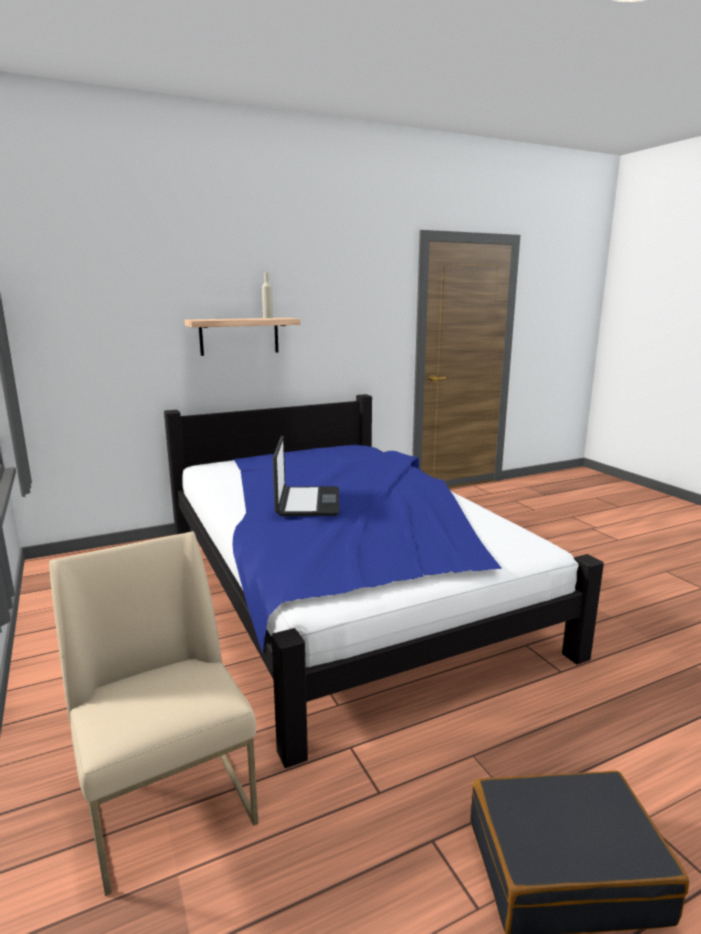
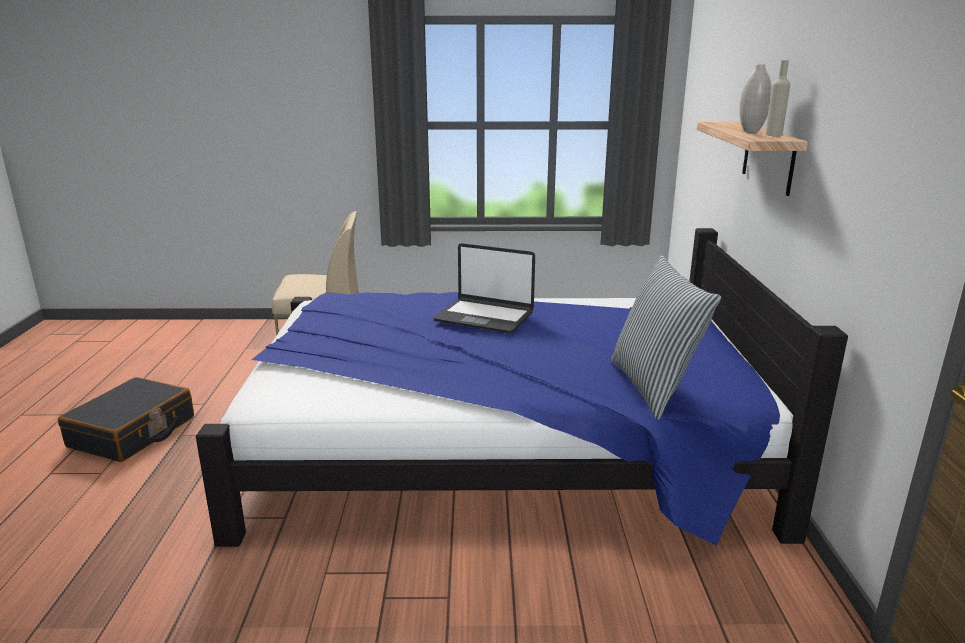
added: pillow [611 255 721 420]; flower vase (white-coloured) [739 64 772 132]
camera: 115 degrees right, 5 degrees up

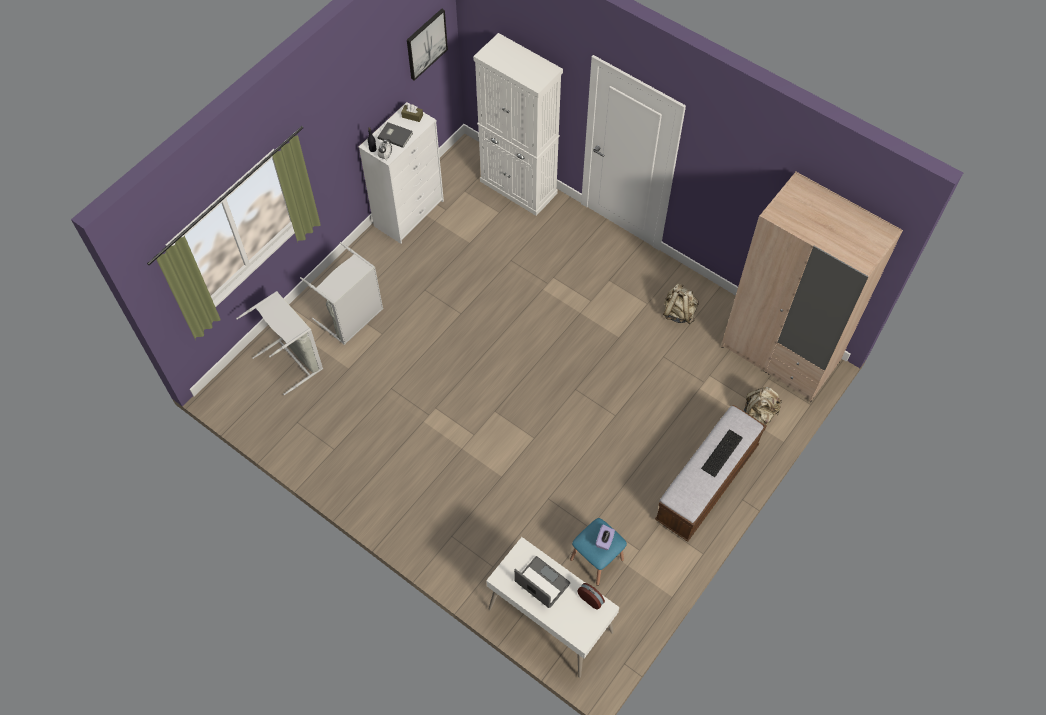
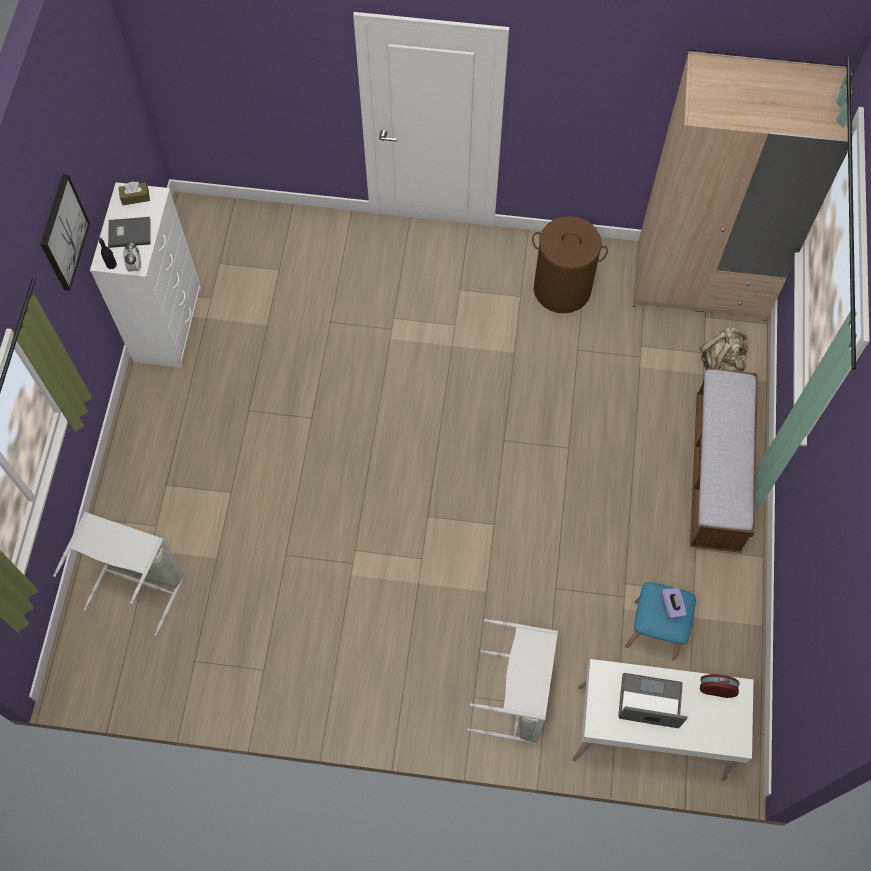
removed: storage cabinet (white-coloured) [473 33 563 216]; computer keyboard [701 430 743 477]
moved: washing basket (grey) [300 242 383 345] to [467 619 558 744]; wall art [407 9 448 81] to [40 174 90 291]
replaced: backpack (beige-coloured) [663 284 699 324] to washing basket (brownish) [532 216 608 313]
camera: 30 degrees left, 5 degrees up

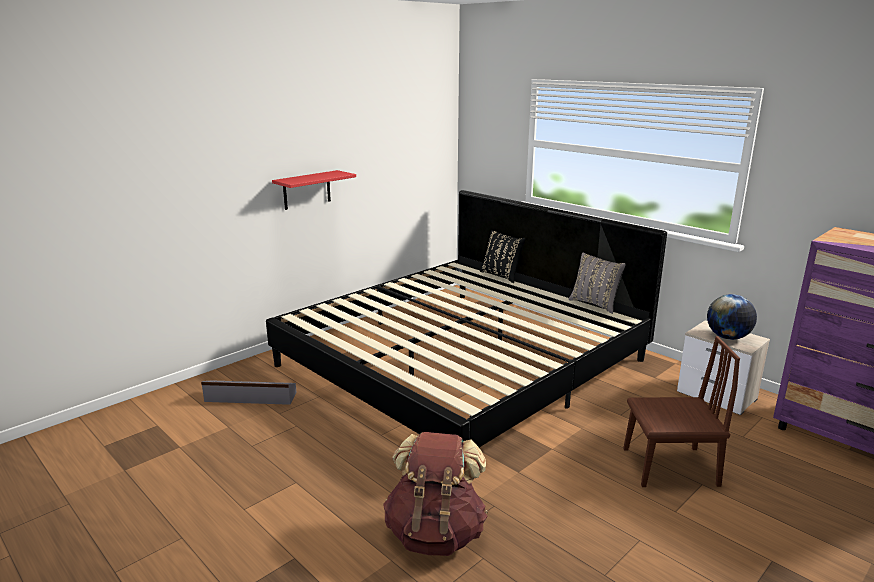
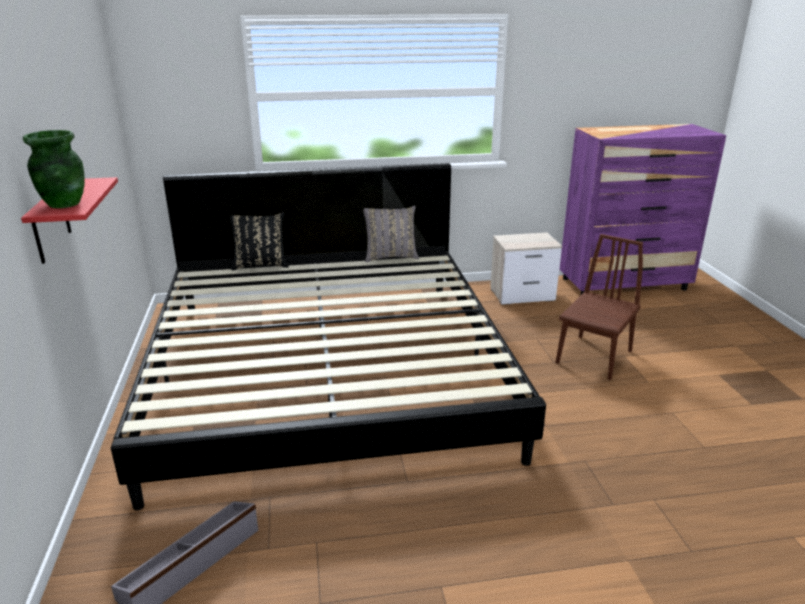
removed: backpack (brownish) [383 432 488 556]; world globe [707 294 757 340]
added: flower vase (green-coloured) [23 130 85 208]
camera: 55 degrees left, 5 degrees up

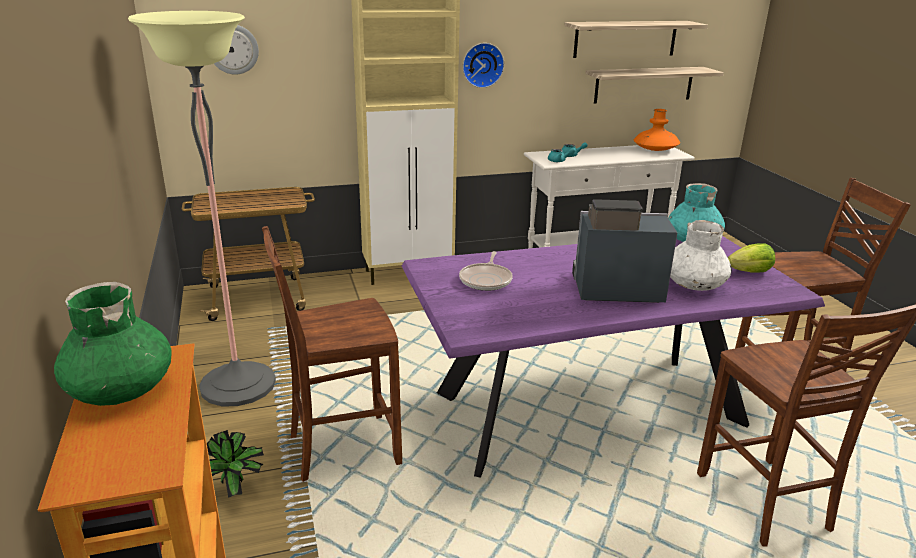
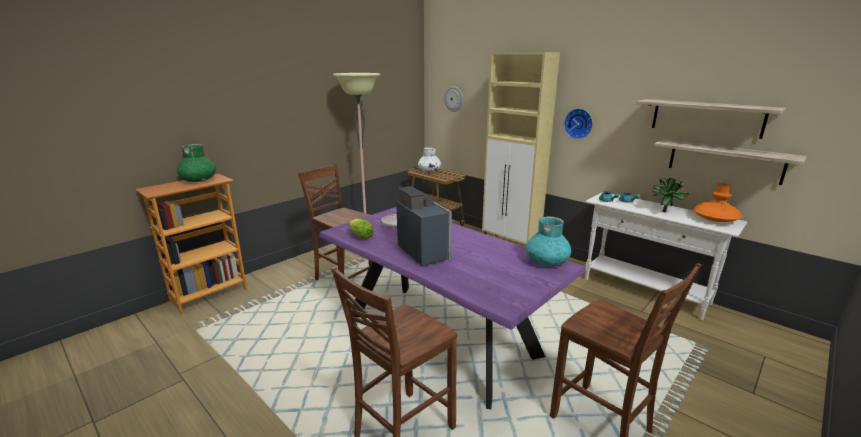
moved: houseplant [207 430 264 498] to [652 178 690 212]; flower vase (white-coloured) [670 220 732 291] to [418 147 441 172]; lettuce head [727 244 775 272] to [349 219 374 239]
camera: 60 degrees right, 5 degrees down

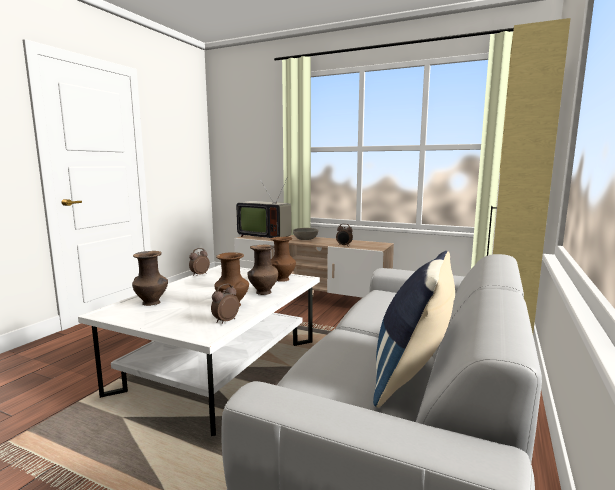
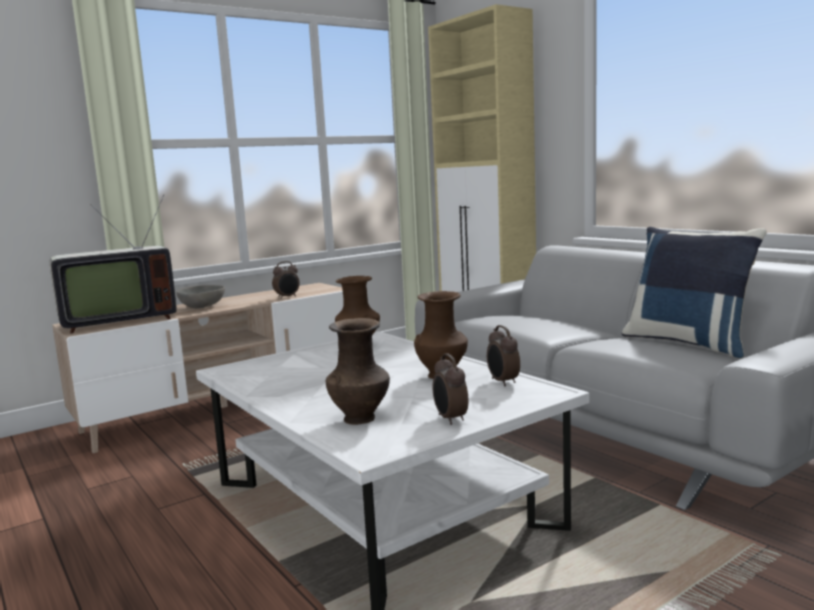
removed: flower vase (brownish) [247 245 278 295]
moved: alarm clock [189 248 210 276] to [433 353 468 425]
camera: 60 degrees left, 0 degrees up

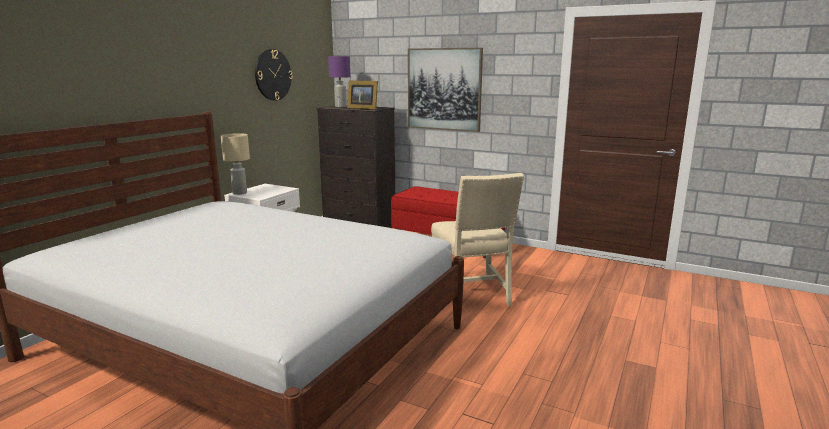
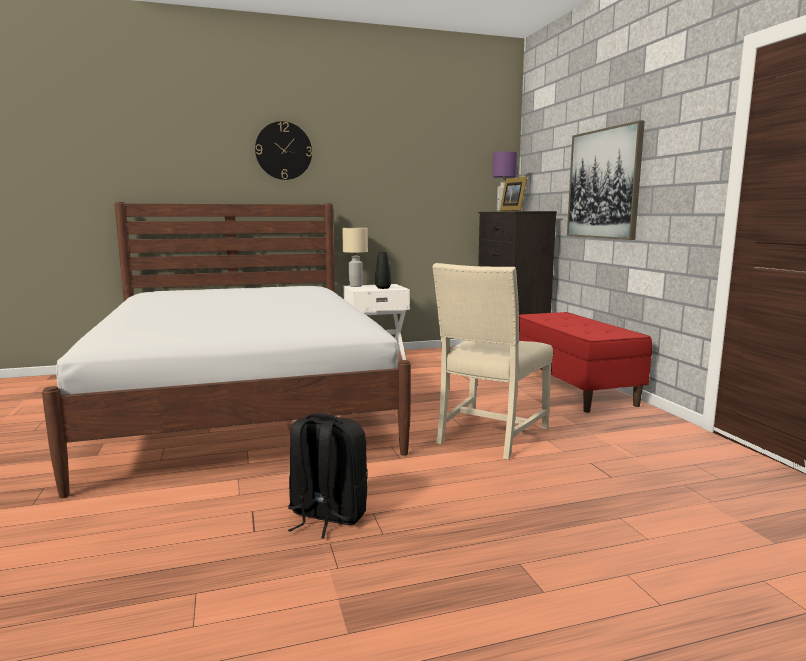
added: backpack (blackish) [288 413 368 539]; flower vase (blackish) [375 252 391 289]
moved: wall clock [255 49 293 101] to [255 121 312 180]
camera: 45 degrees right, 5 degrees down

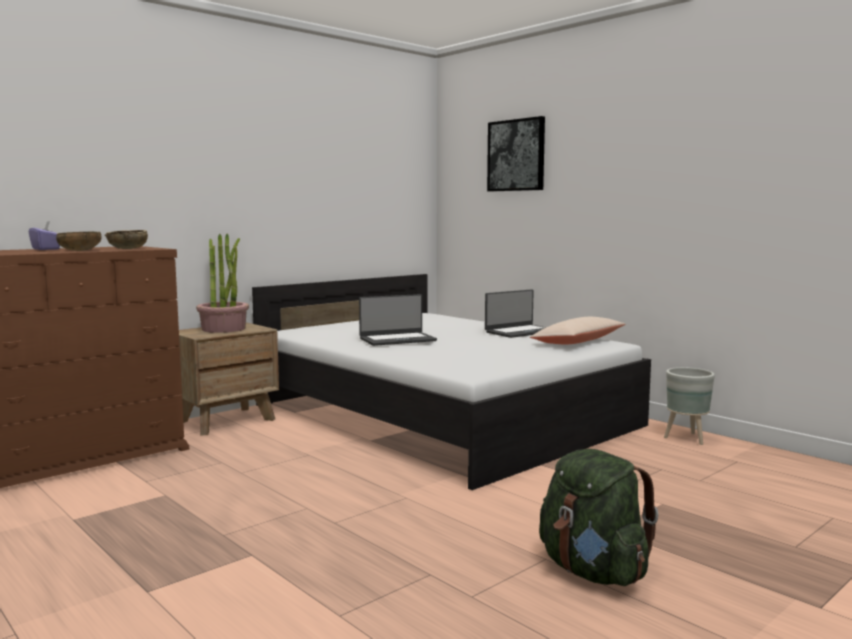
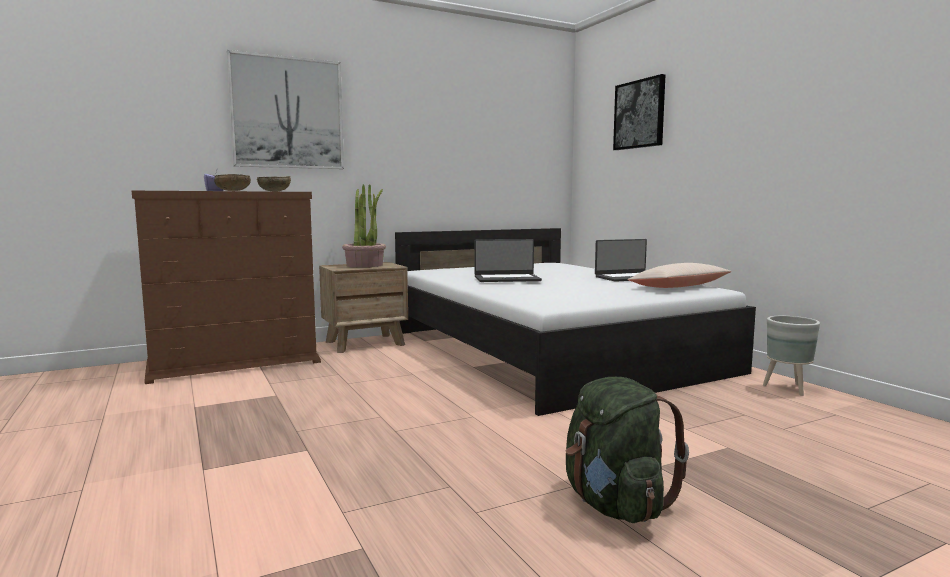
added: wall art [227 50 344 169]
camera: 15 degrees right, 0 degrees up

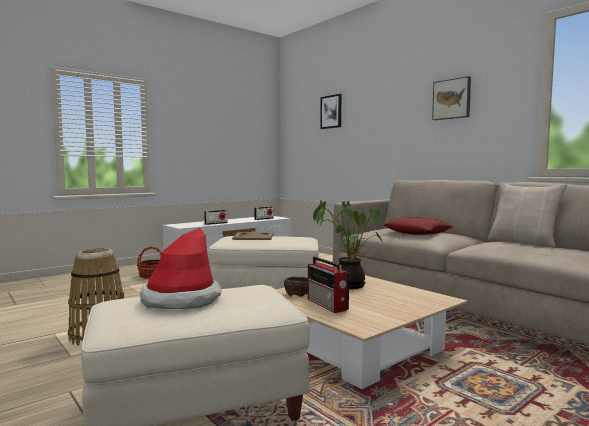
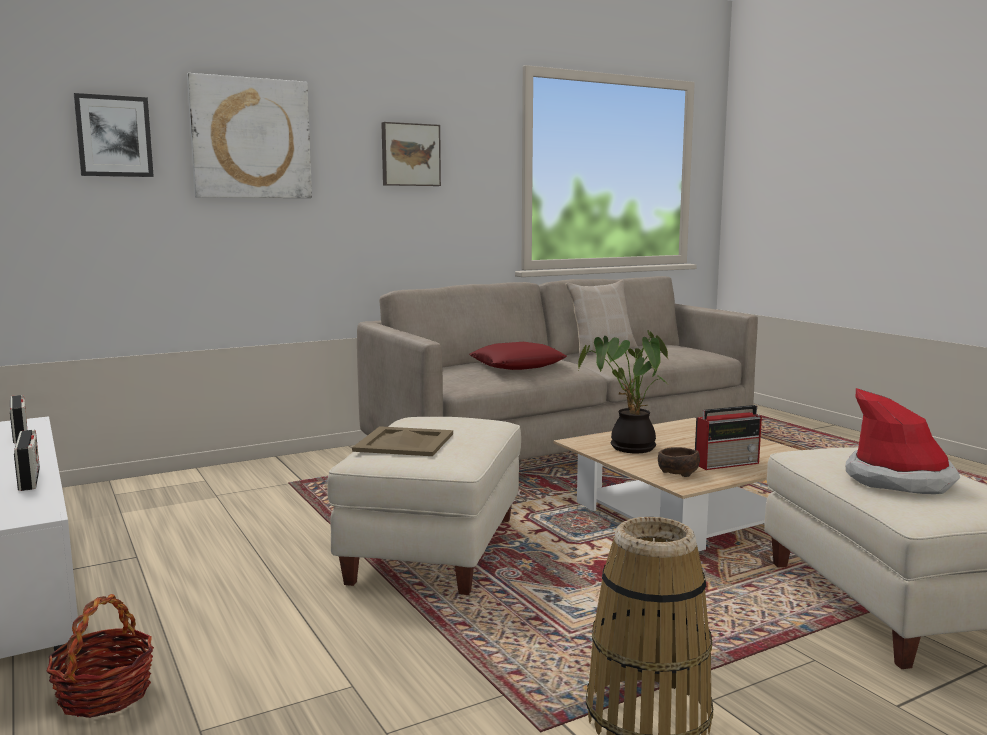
added: wall art [187 73 312 198]
camera: 80 degrees left, 5 degrees up

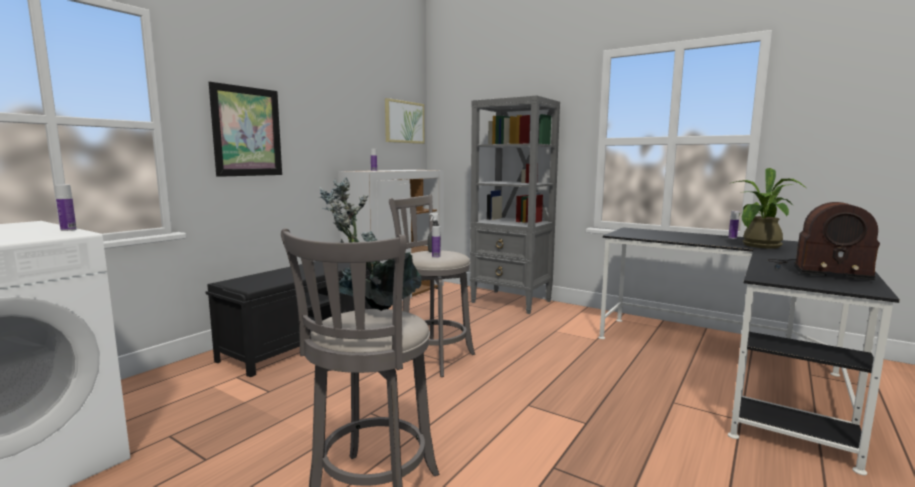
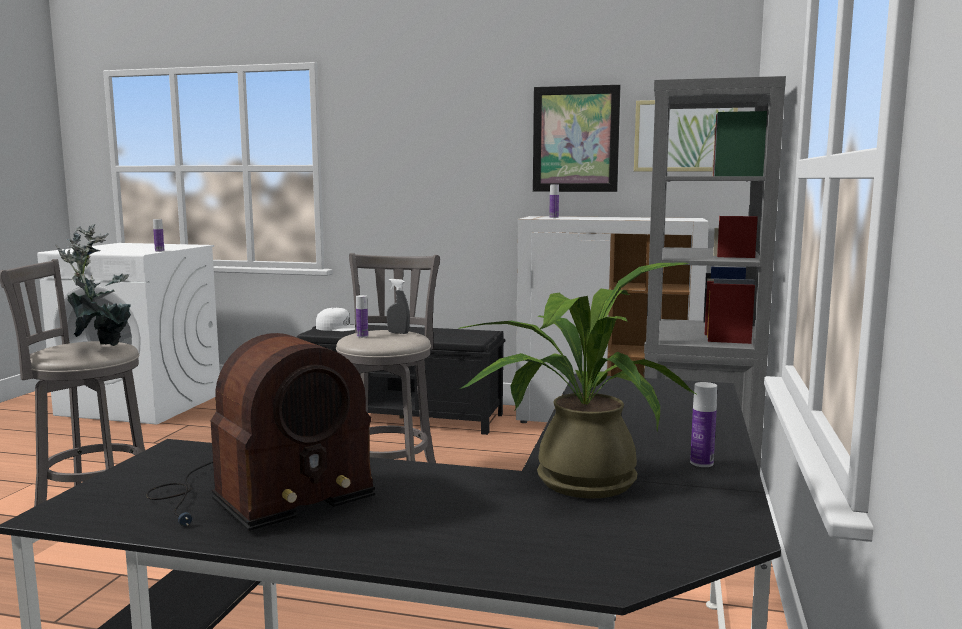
added: peaked cap (white-coloured) [316 308 355 331]
moved: wall art [209 82 282 177] to [533 85 621 192]
turned: radio [768 202 880 280] = [146 333 375 531] 135 degrees counterclockwise
camera: 70 degrees right, 0 degrees up

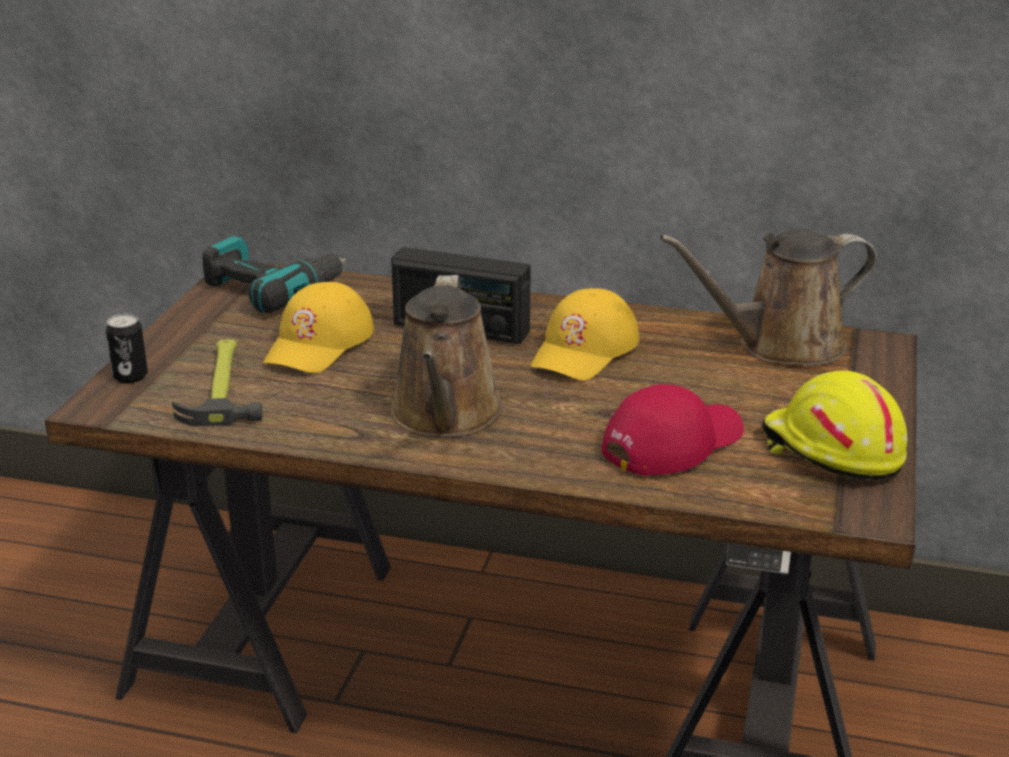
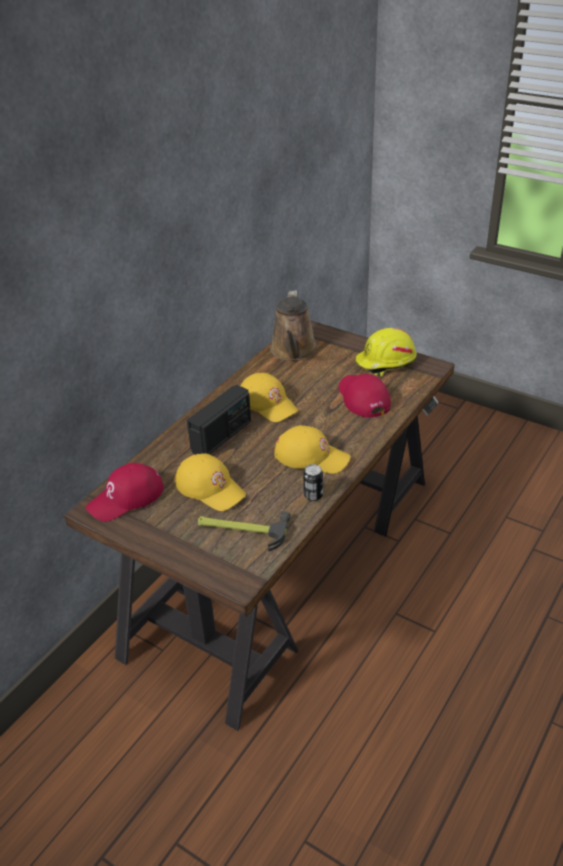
moved: sealed can [106 314 148 383] to [303 464 323 501]
replaced: drill [202 236 346 313] to peaked cap (reddish) [86 463 164 522]; watering can (brownish) [390 275 503 438] to peaked cap (yellow-coloured) [274 425 351 474]
camera: 70 degrees left, 10 degrees up

